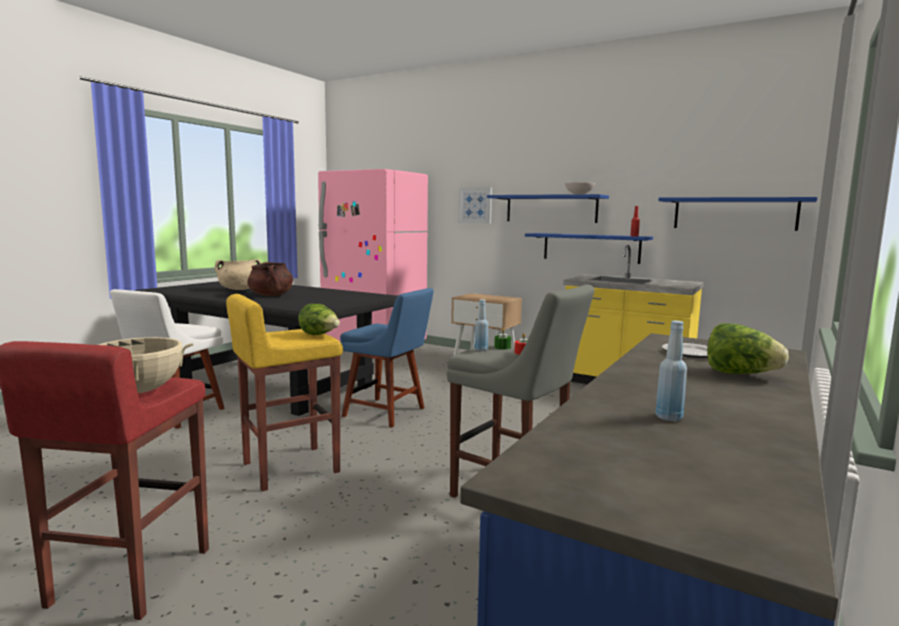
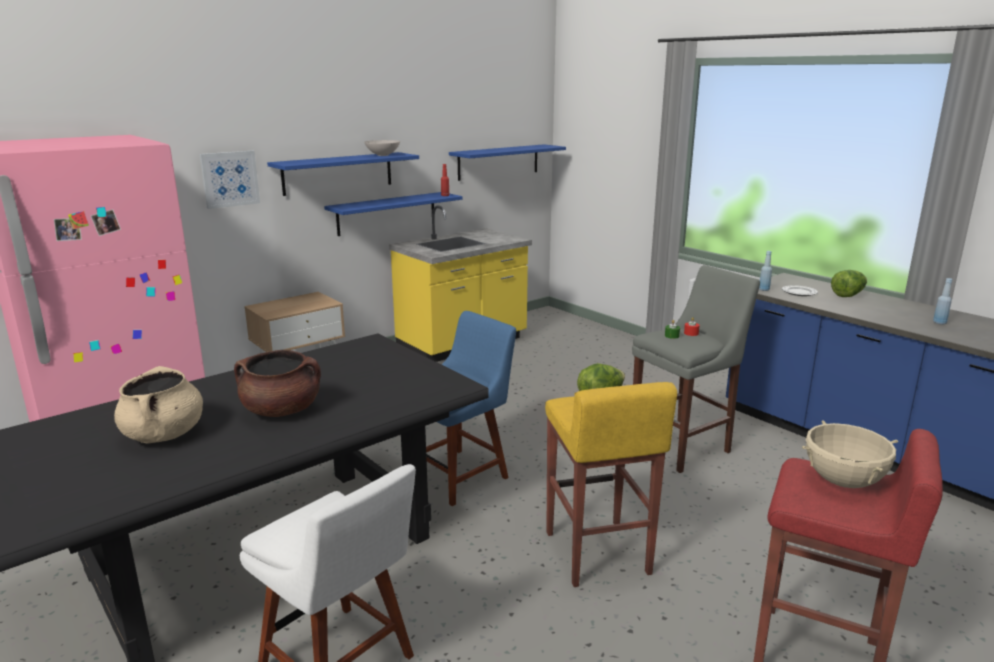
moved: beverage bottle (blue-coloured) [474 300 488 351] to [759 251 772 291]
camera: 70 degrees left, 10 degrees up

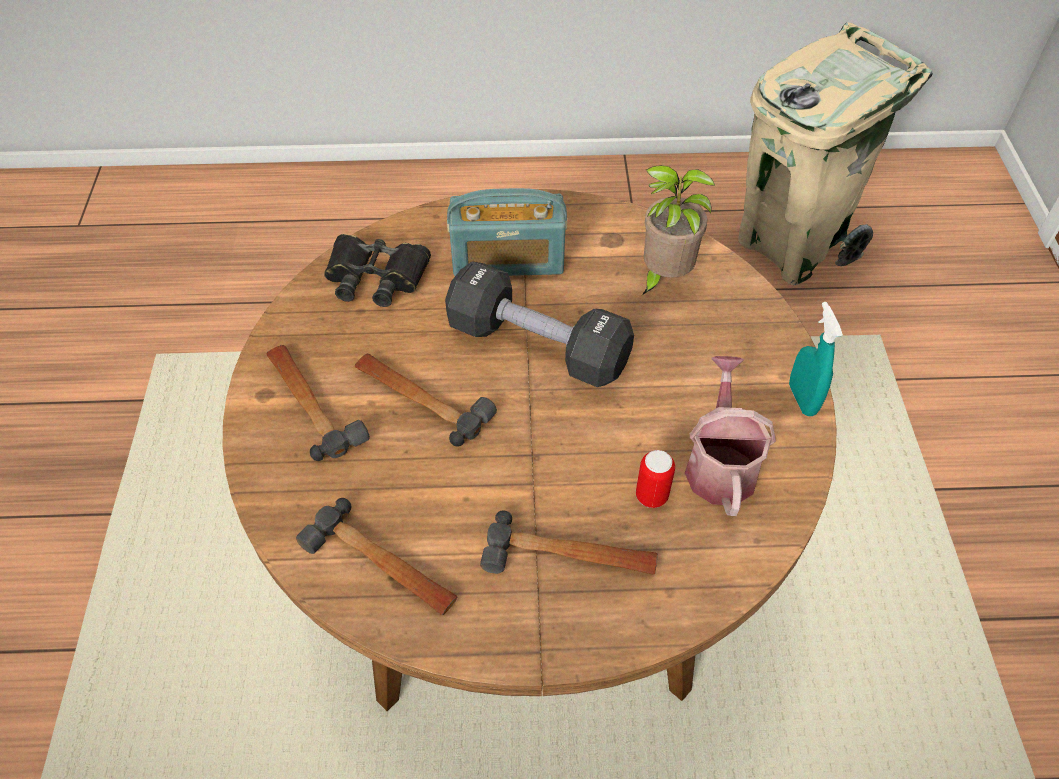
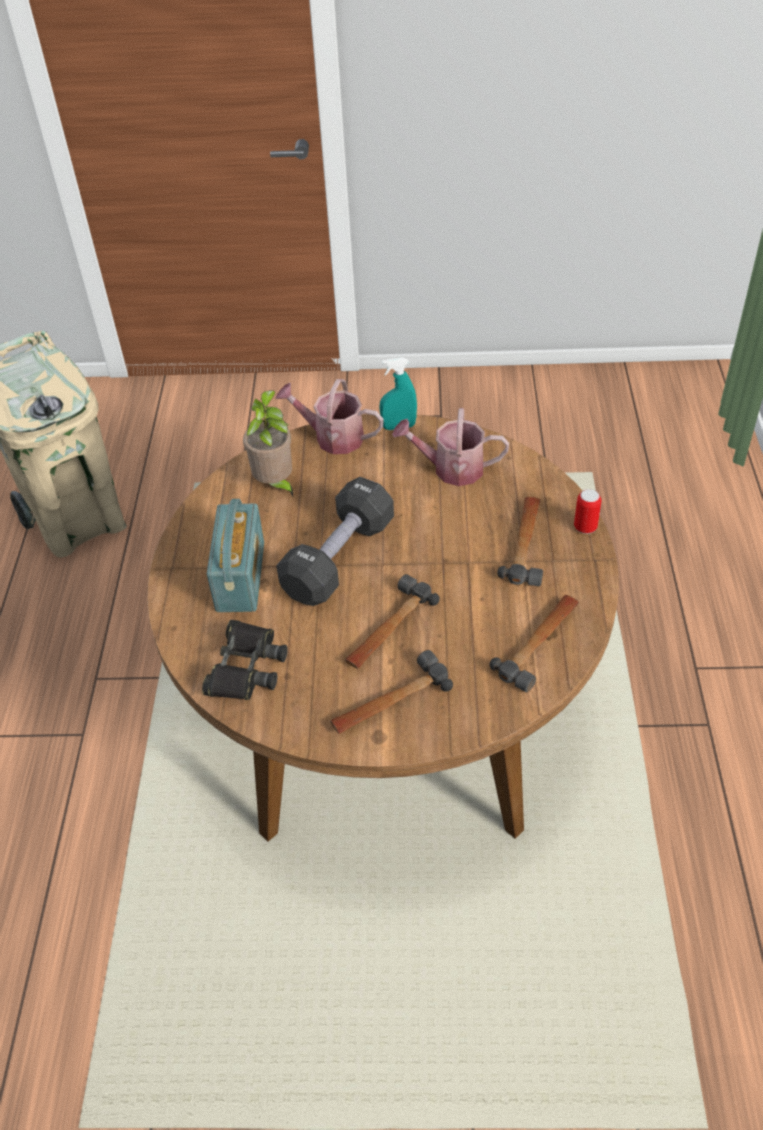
added: watering can [275 379 384 454]
moved: sealed can [636 450 675 508] to [574 489 601 534]
camera: 85 degrees left, 5 degrees down

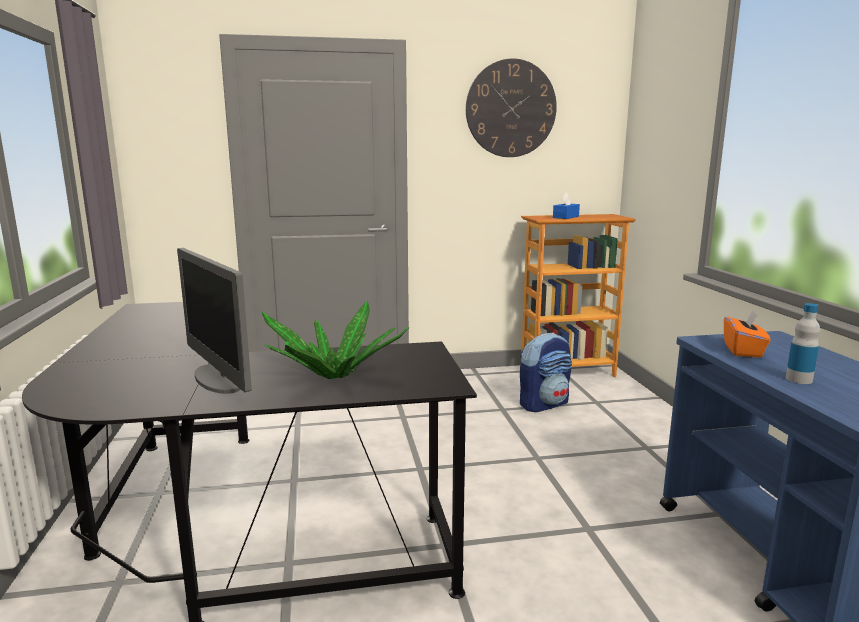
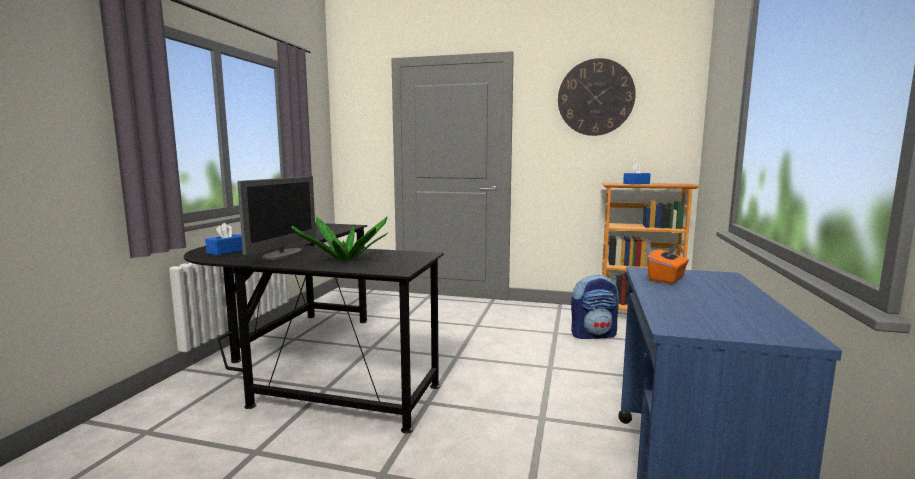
removed: beverage bottle [786 303 820 384]
added: tissue holder (blue-coloured) [205 223 243 255]
turned: computer display [177 248 252 394] = [237 176 316 260] 150 degrees counterclockwise
camera: 25 degrees right, 5 degrees down

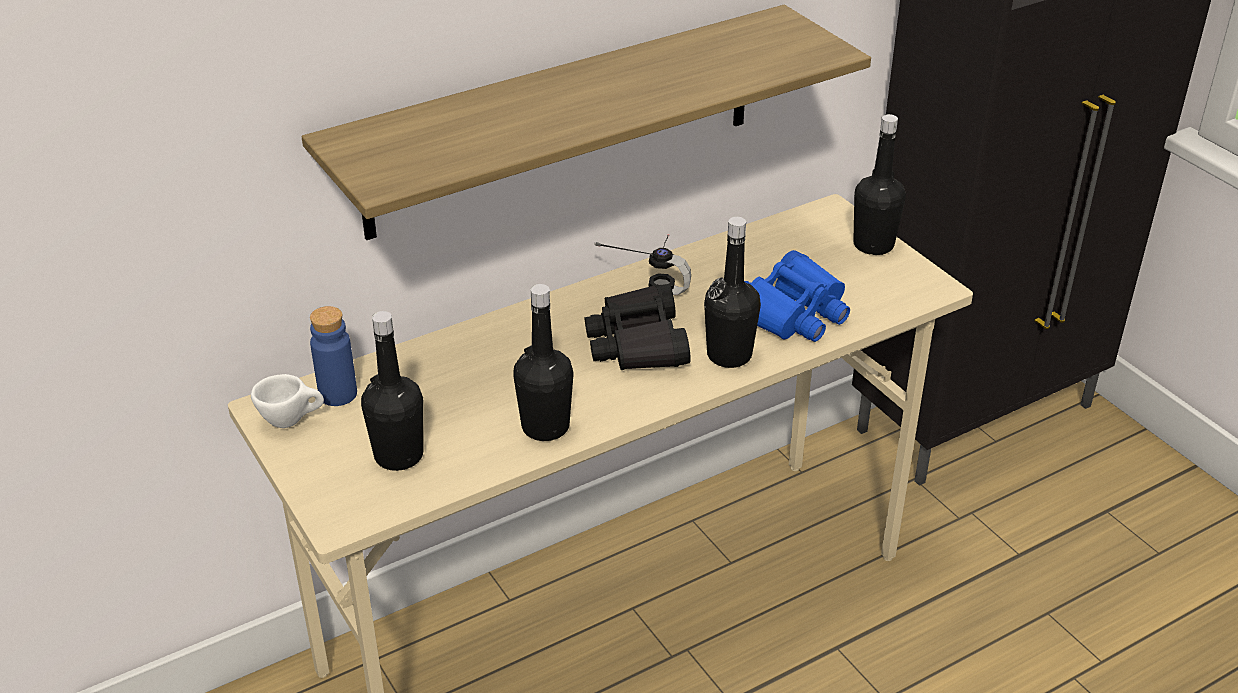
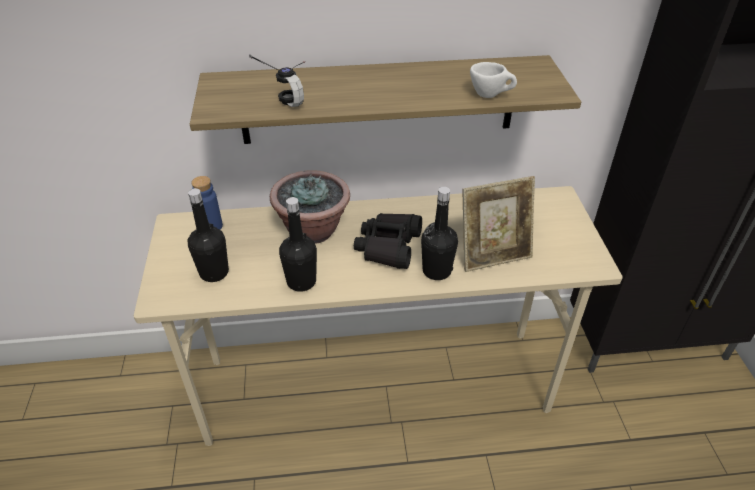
removed: beverage bottle (blackish) [853 114 906 255]
added: houseplant [270 170 350 243]
moved: drinking cup (white-coloured) [251 374 324 428] to [470 62 517 98]; headset [594 234 691 295] to [249 55 305 107]
replaced: pair of binoculars (blue-coloured) [744 250 850 342] to standing frame [462 176 535 272]
camera: 25 degrees right, 5 degrees up

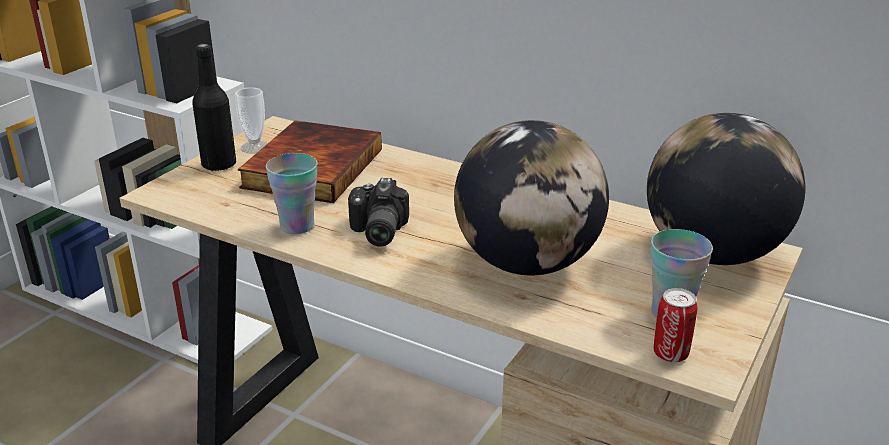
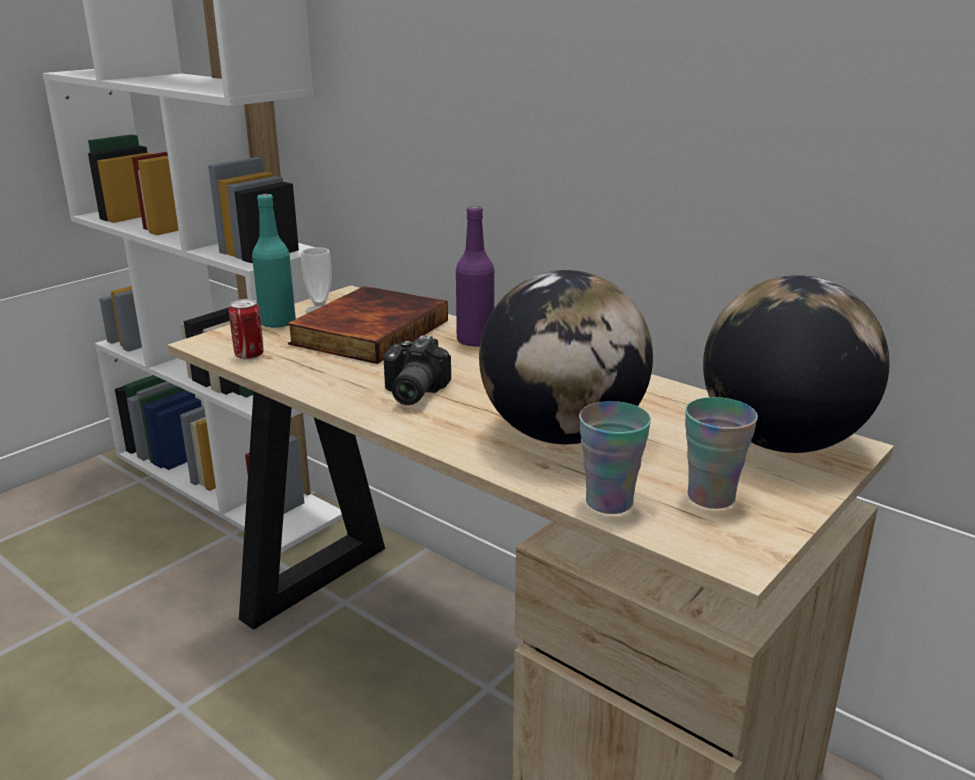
added: beverage bottle (purplish) [456 206 494 347]
moved: drinking cup [266 153 318 234] to [579 401 651 514]; sealed can [654 288 698 362] to [229 299 263 360]
recoloured: beverage bottle (blackish) [192 44 236 171] to beverage bottle (blue-green) [252 194 296 328]
camera: 10 degrees right, 5 degrees down

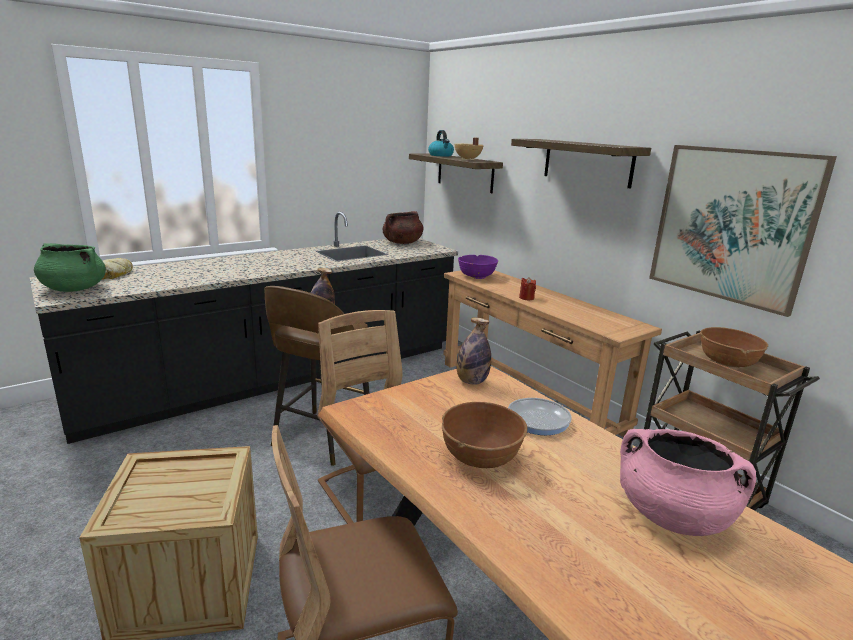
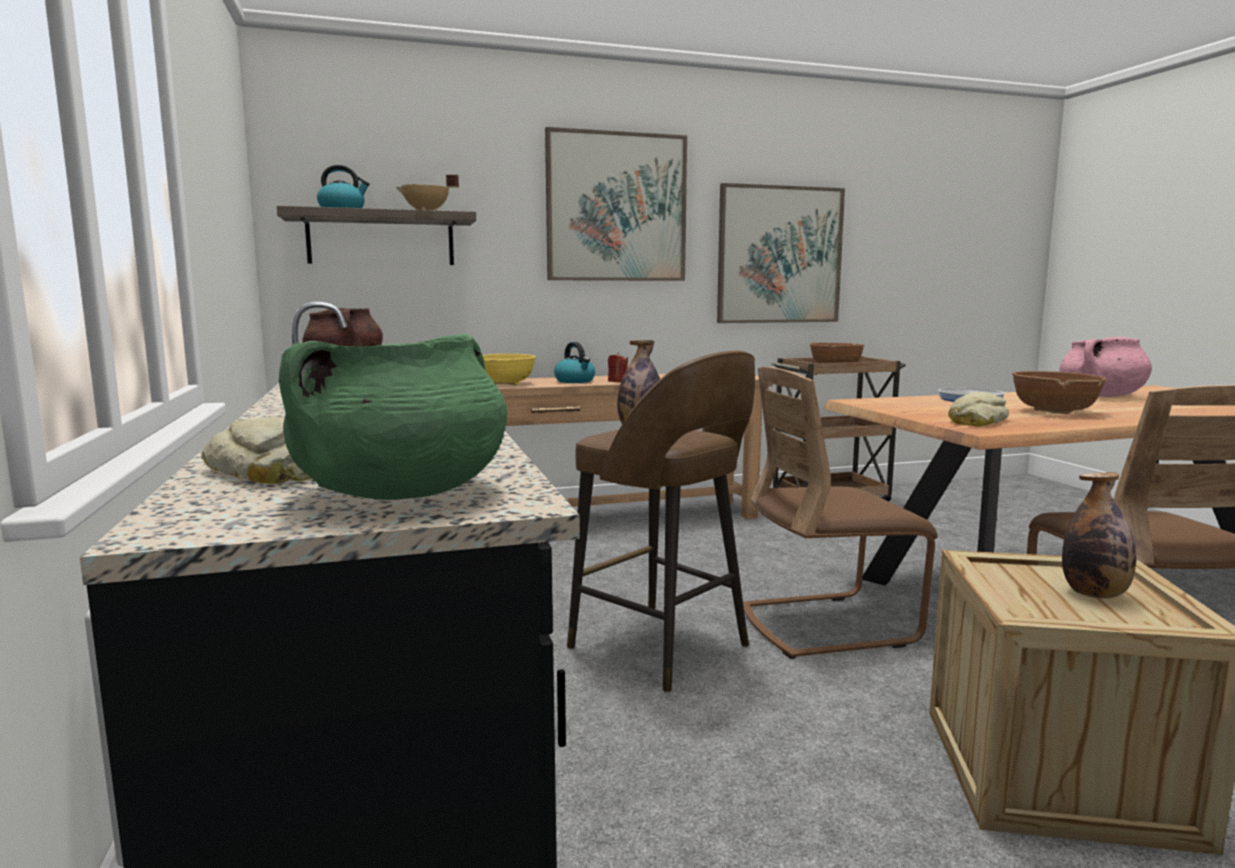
added: tea kettle [554 342 595 383]; bread [948 392 1009 427]
moved: beverage bottle [456 317 491 385] to [1062 472 1136 599]
replaced: shelf [511 139 651 189] to wall art [545 127 687 281]
recoloured: deep dish (purplish) [458 255 498 279] to deep dish (yellow-coloured) [483 354 536 385]
camera: 70 degrees left, 10 degrees down

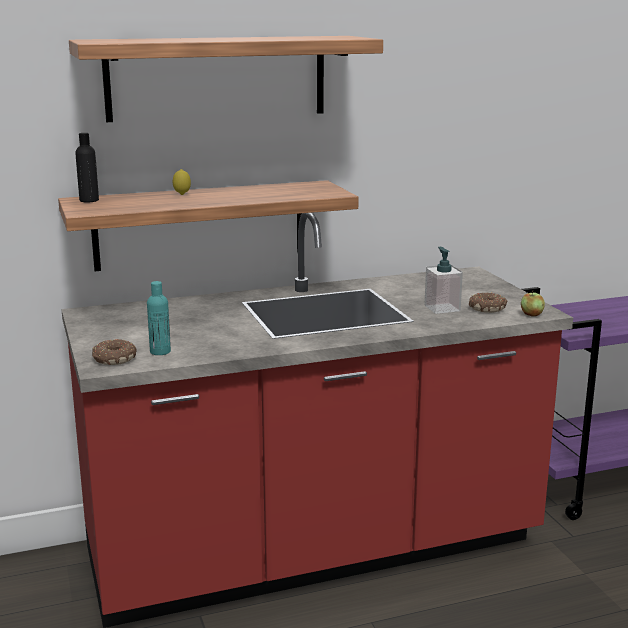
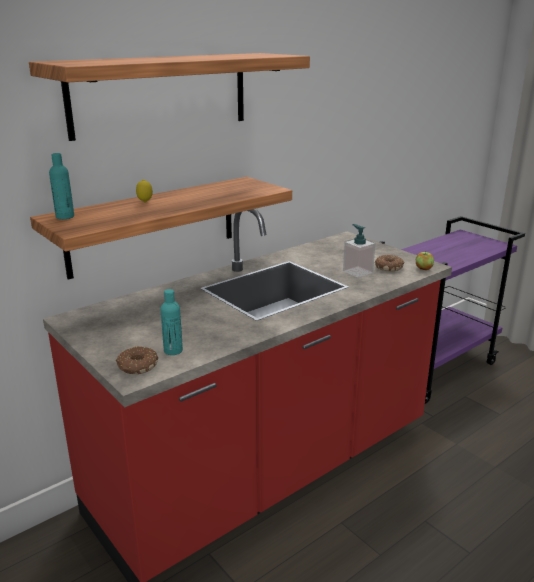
recoloured: beverage bottle (blackish) [75 133 99 202] to beverage bottle (blue-green) [49 153 74 219]
camera: 20 degrees left, 5 degrees up

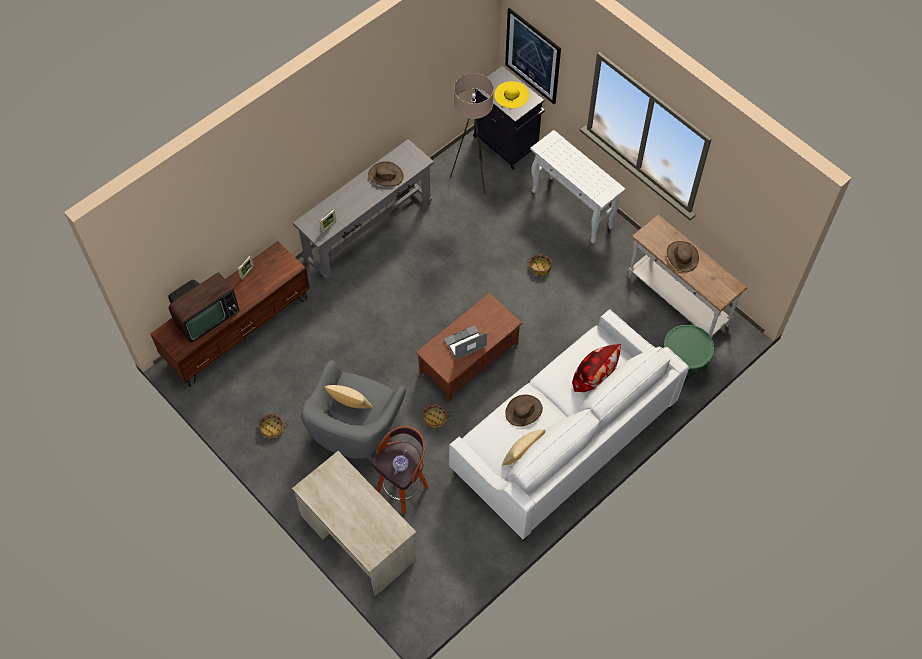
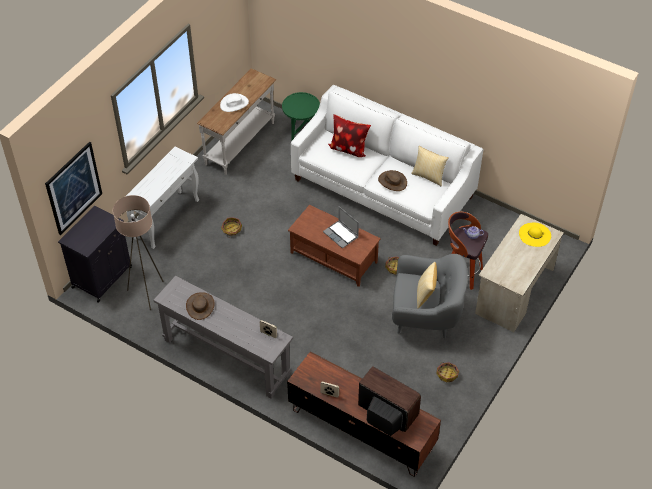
moved: hat (yellow-coloured) [494 81 529 108] to [519 223 551 247]
recoloured: hat (brownish) [667 241 699 272] to hat (white-coloured) [220 93 249 112]
camera: 105 degrees left, 10 degrees down

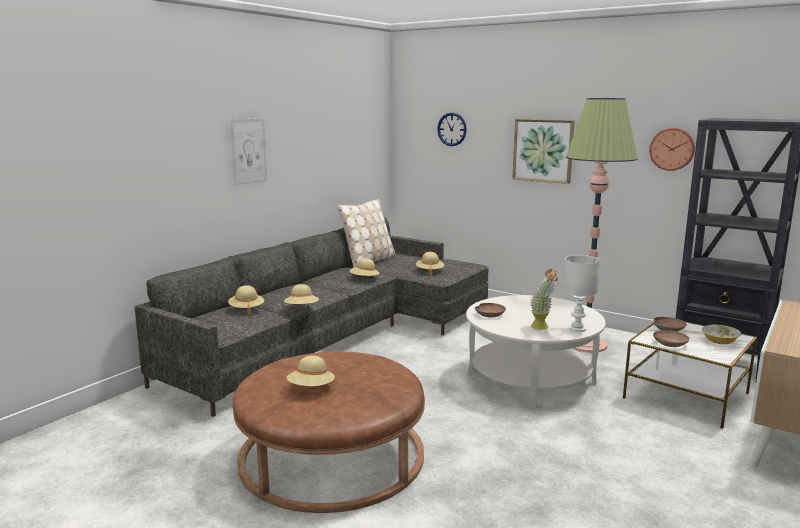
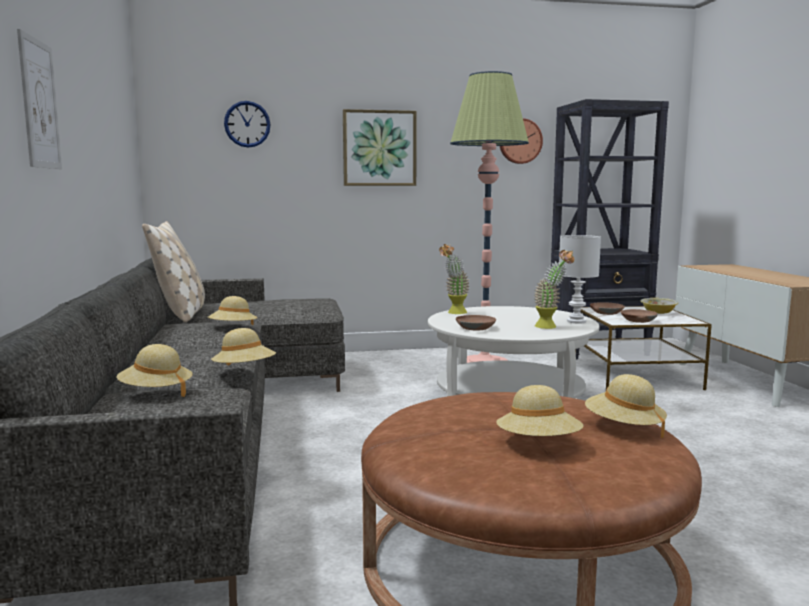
added: houseplant [439 244 469 314]
moved: hat (beige-coloured) [416 252 444 275] to [585 374 667 438]
camera: 45 degrees left, 5 degrees down

